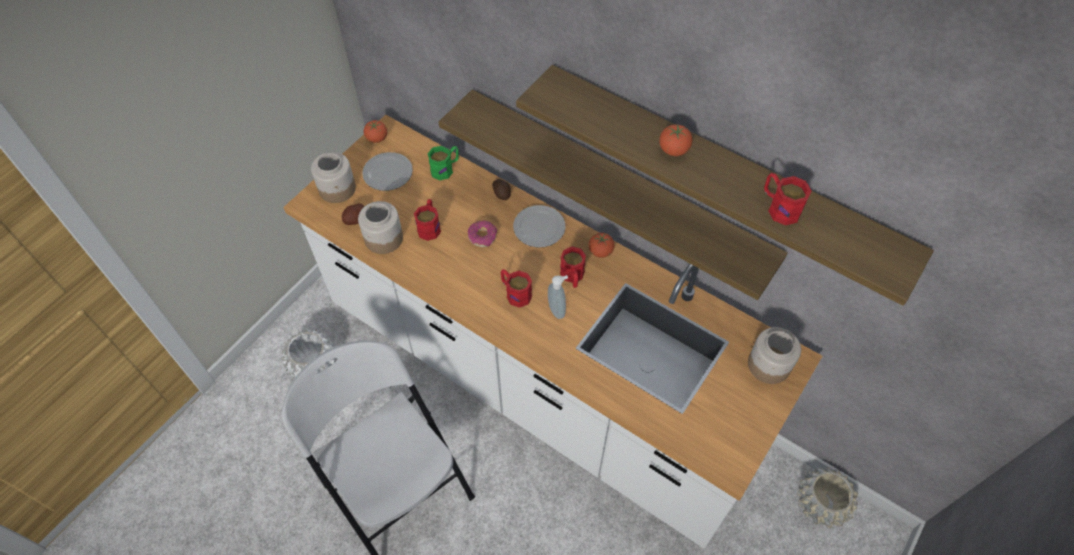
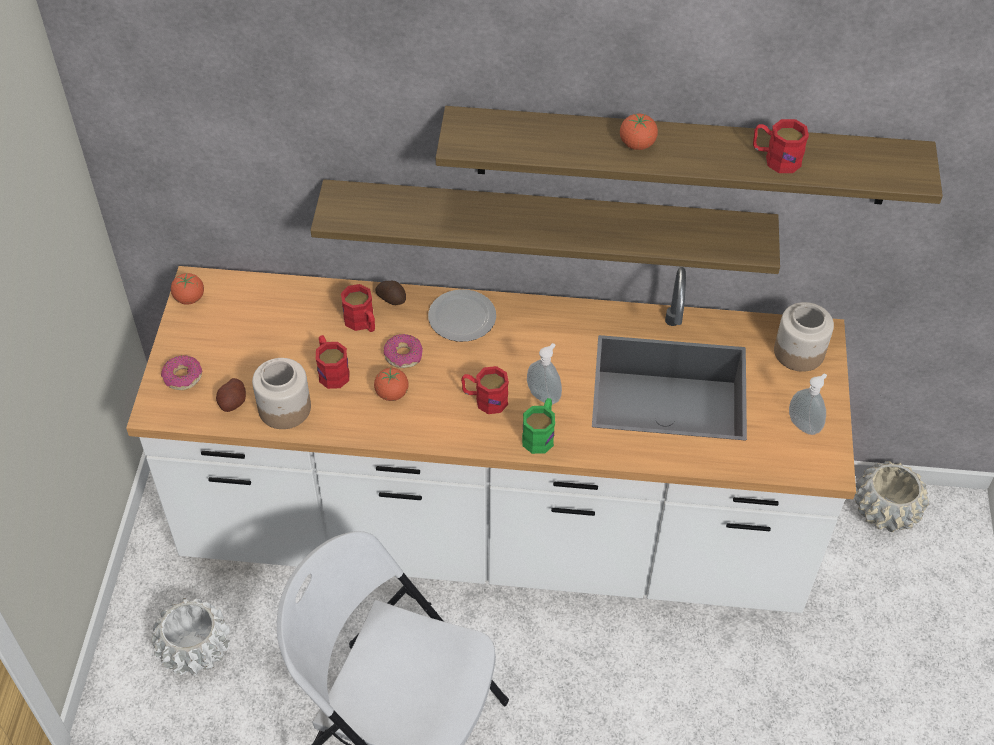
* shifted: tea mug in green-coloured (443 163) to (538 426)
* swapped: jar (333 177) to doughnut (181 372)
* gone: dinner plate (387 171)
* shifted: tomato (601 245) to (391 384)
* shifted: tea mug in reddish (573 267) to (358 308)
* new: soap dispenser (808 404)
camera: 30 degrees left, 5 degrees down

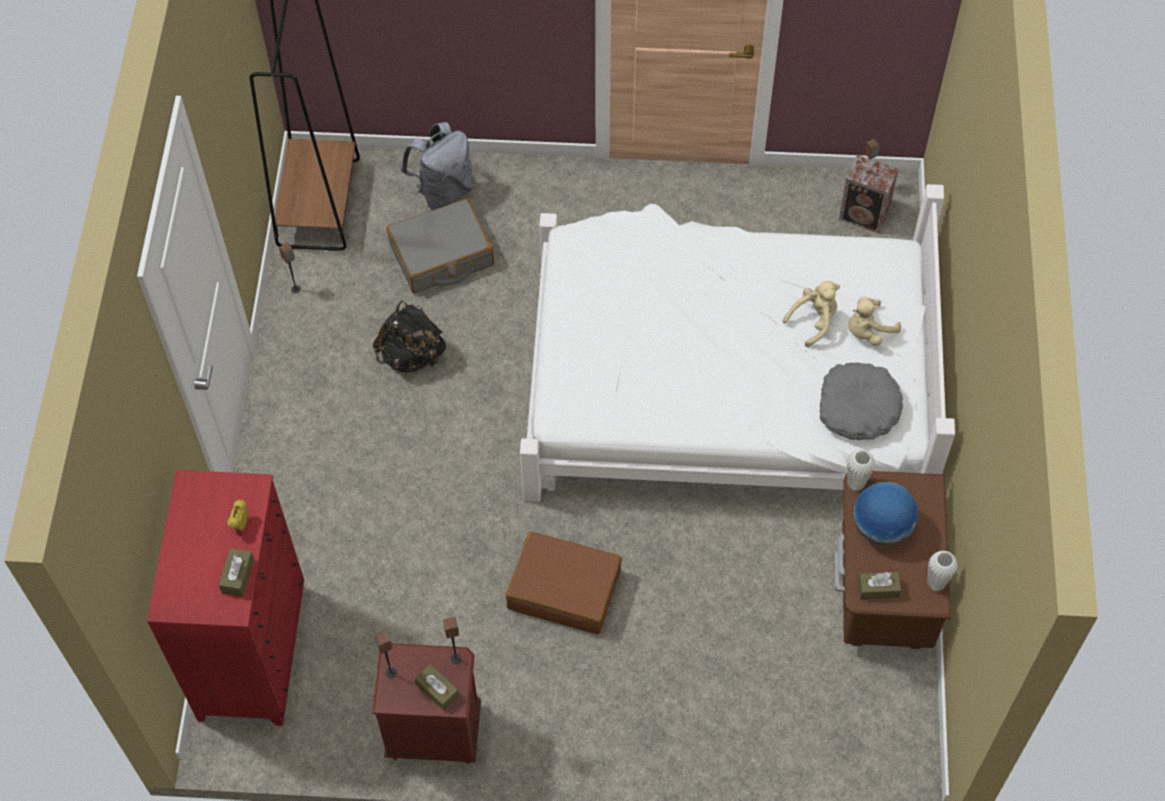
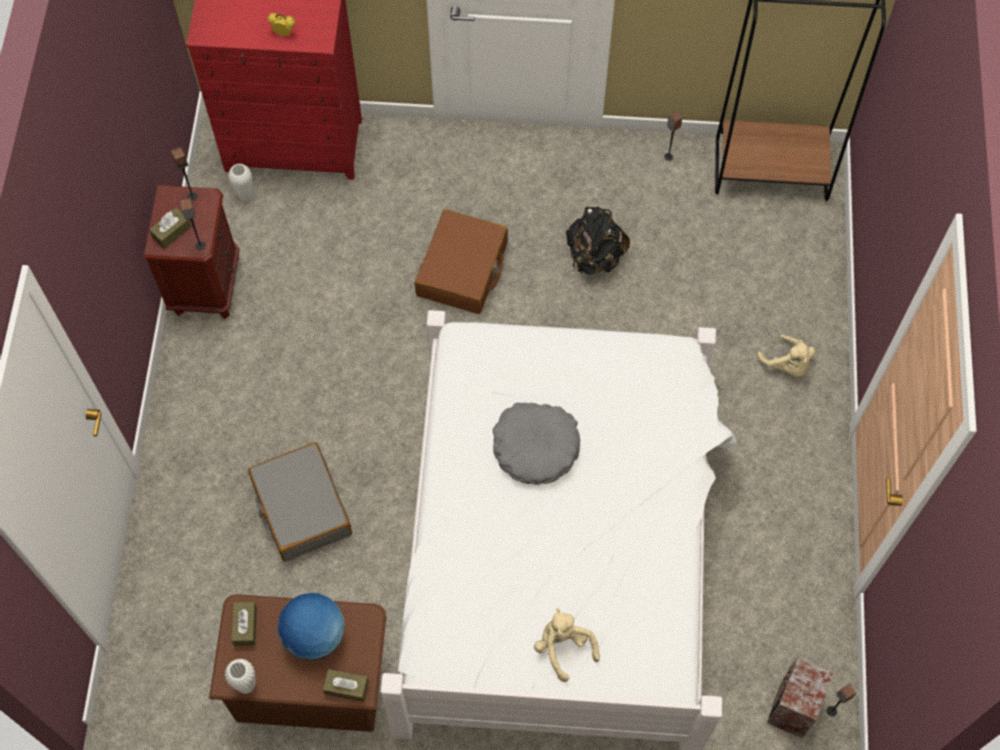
* gone: knapsack in grey (437 166)
* shifted: travel case in grey (440 246) to (300 502)
* shifted: cuddly toy in beige-coloured (811 314) to (786 356)
* shifted: throw pillow in grey (861 401) to (536 443)
* shifted: flower vase in white (861 470) to (240 182)
* shifted: travel case in brown (564 583) to (461 261)
* shifted: tissue holder in brown (236 572) to (346 685)
camera: 90 degrees right, 5 degrees up

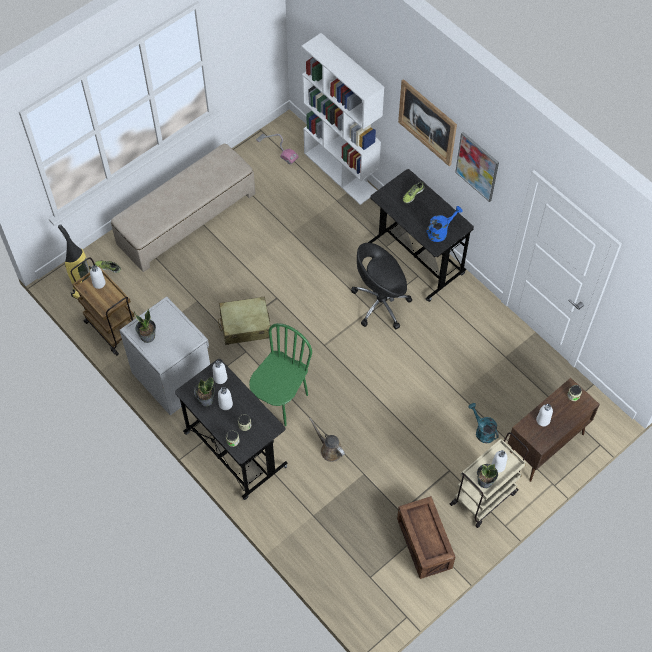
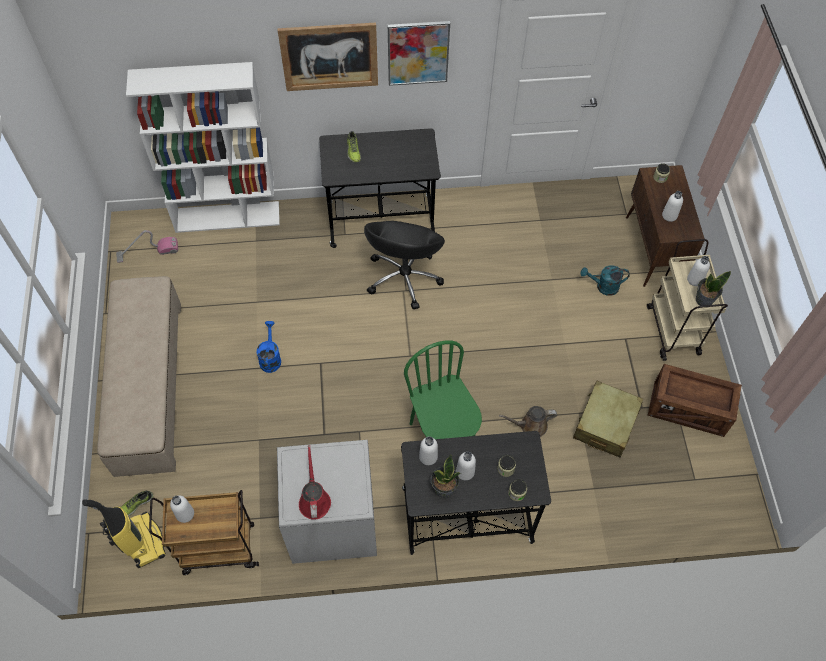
* shifted: watering pot in bluish (444 224) to (268 347)
* shifted: travel case in beige-coloured (244 321) to (608 419)
* swapped: potted plant (145 325) to watering pot in reddish (315 482)
camera: 55 degrees left, 0 degrees up

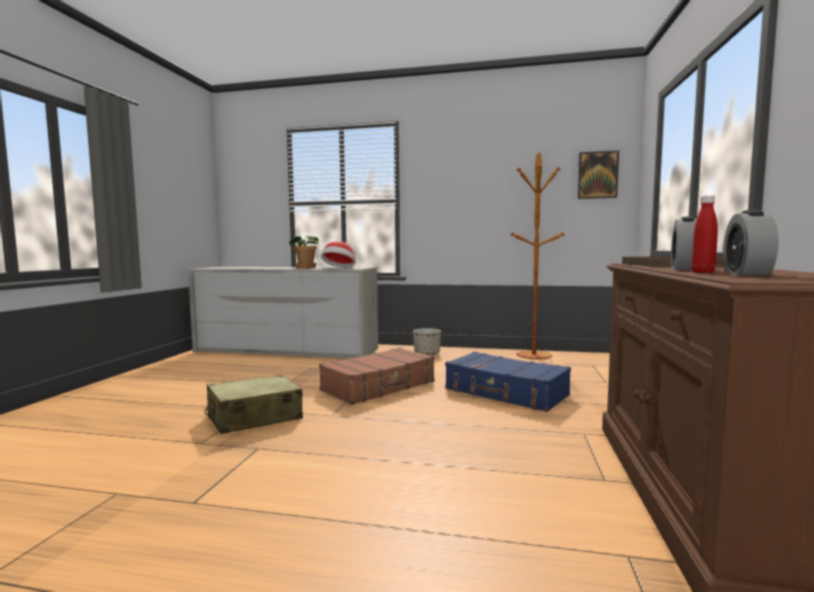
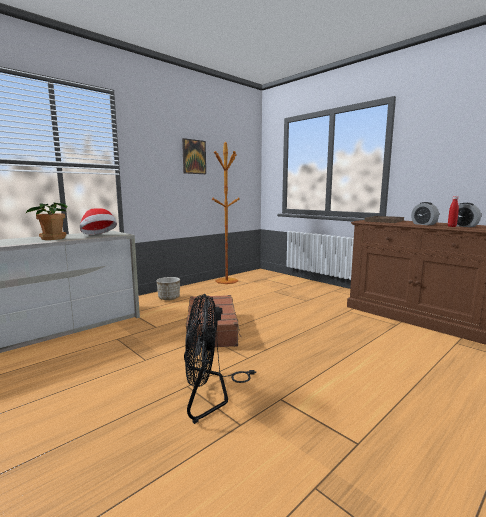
* shifted: wall picture (598 175) to (194 156)
* gone: travel case in bluish (508 382)
* swapped: travel case in beige-coloured (253 404) to cooling fan in blackish (220 359)
camera: 55 degrees left, 5 degrees up

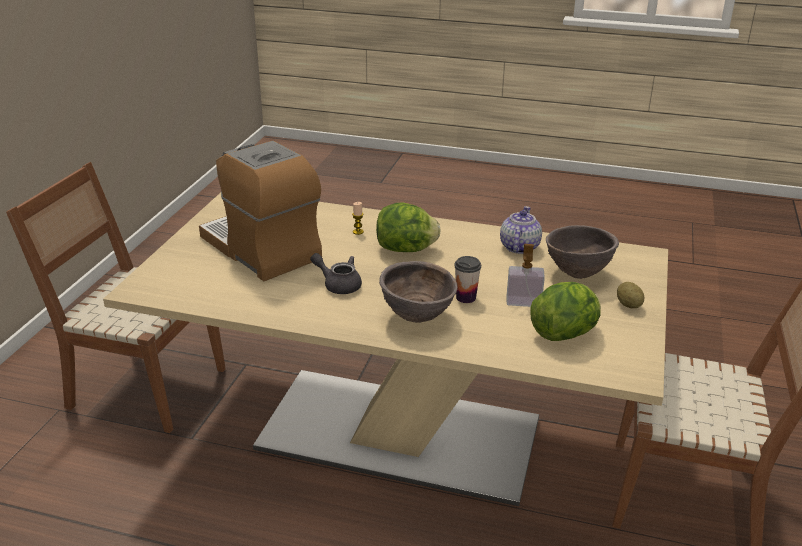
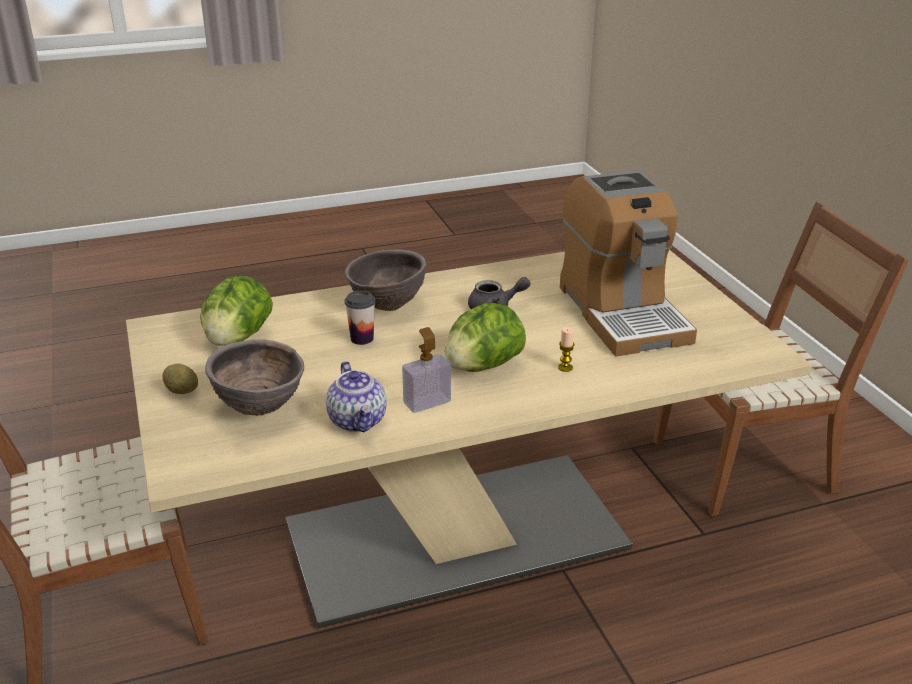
* rotated: coffee brewer (260 211) = (628 263) 60 degrees clockwise
* shifted: soap dispenser (526 275) to (426 370)
camera: 145 degrees right, 0 degrees up

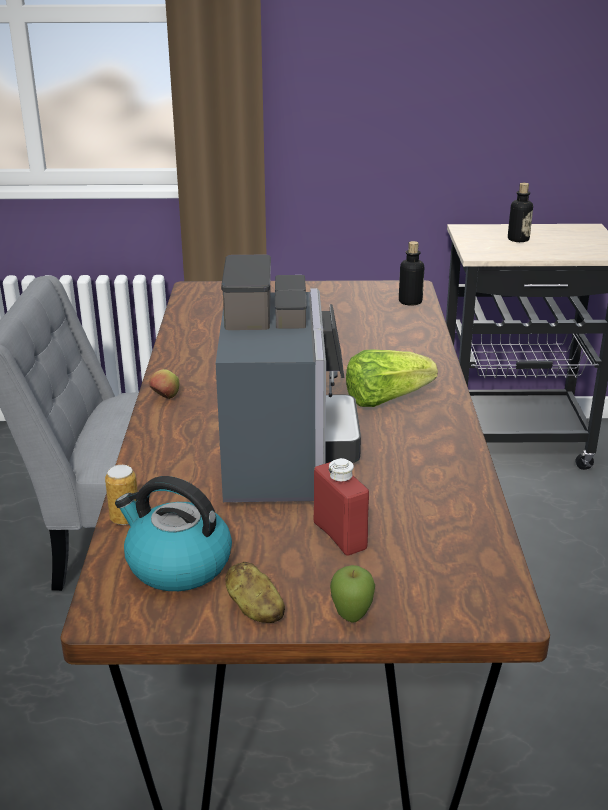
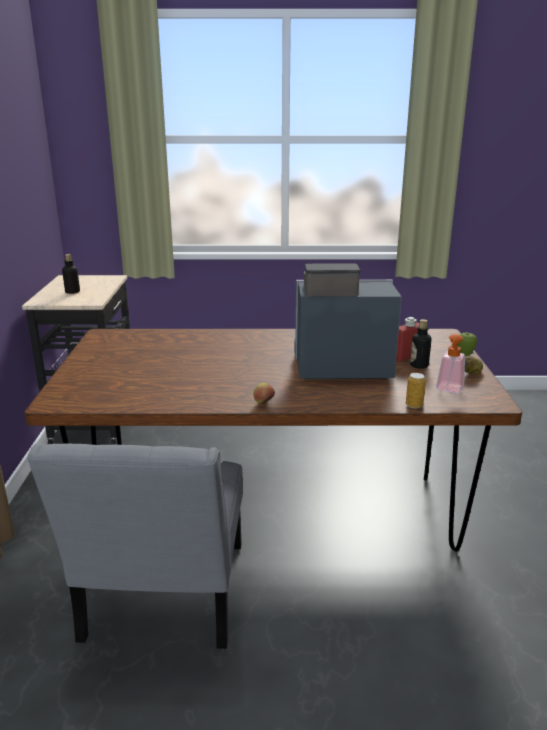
* shifted: bottle (411 273) to (420 344)
* gone: lettuce (392 378)
* swapped: tea kettle (173 533) to soap dispenser (450 363)
camera: 90 degrees left, 5 degrees down

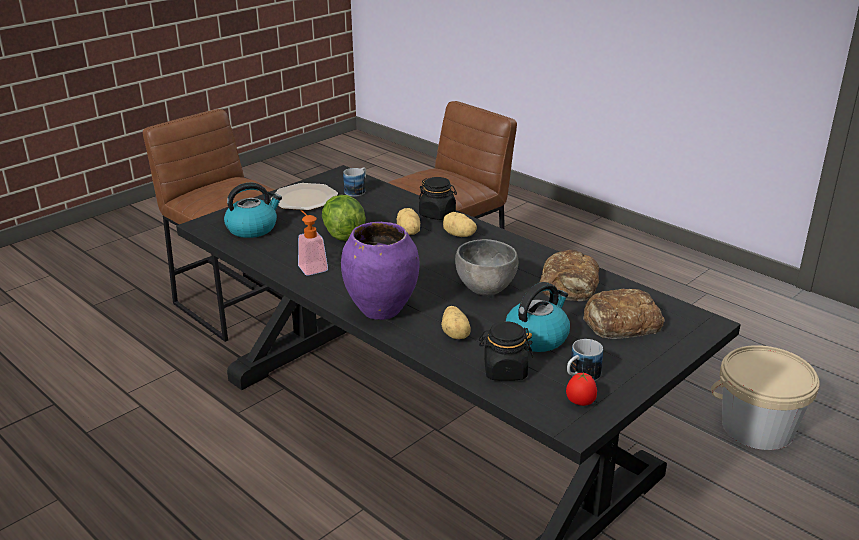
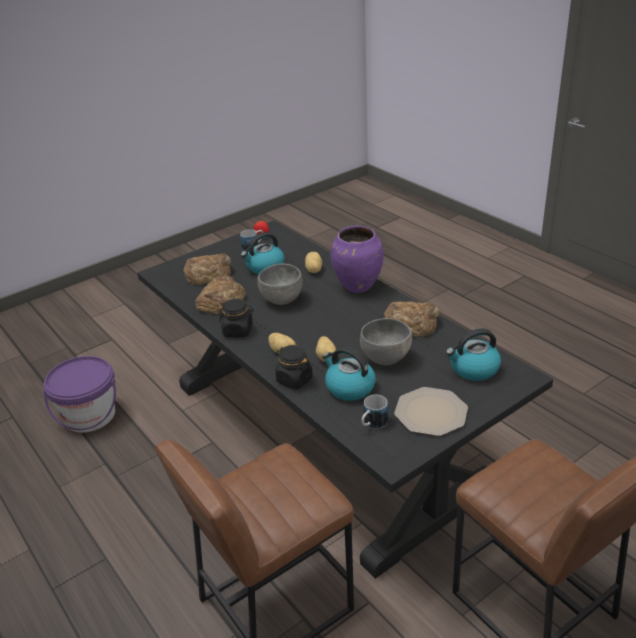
* swapped: lettuce (344 218) to deep dish in grey (386 341)
* swapped: soap dispenser (313 242) to bread (412 319)
* shifted: jar in blackish (506 351) to (236 318)
* repainted: pail in beige-coloured (765 397) to pail in purplish (79 394)
* new: tea kettle (349 374)
camera: 170 degrees left, 5 degrees up

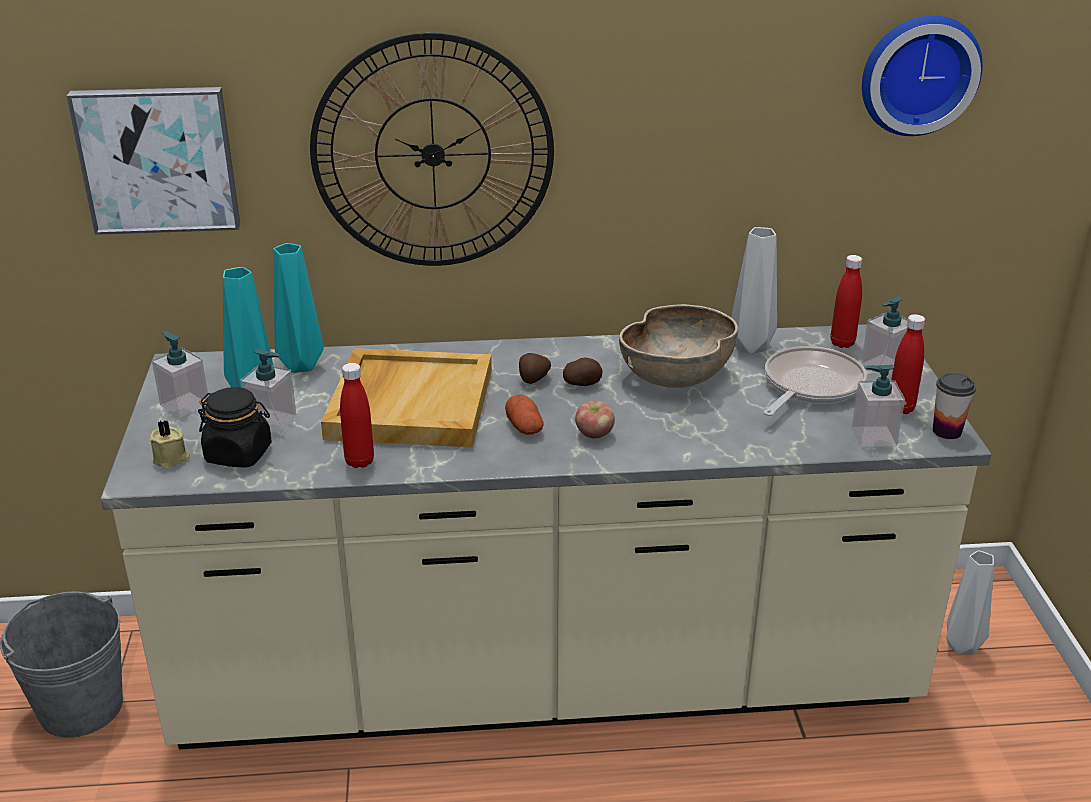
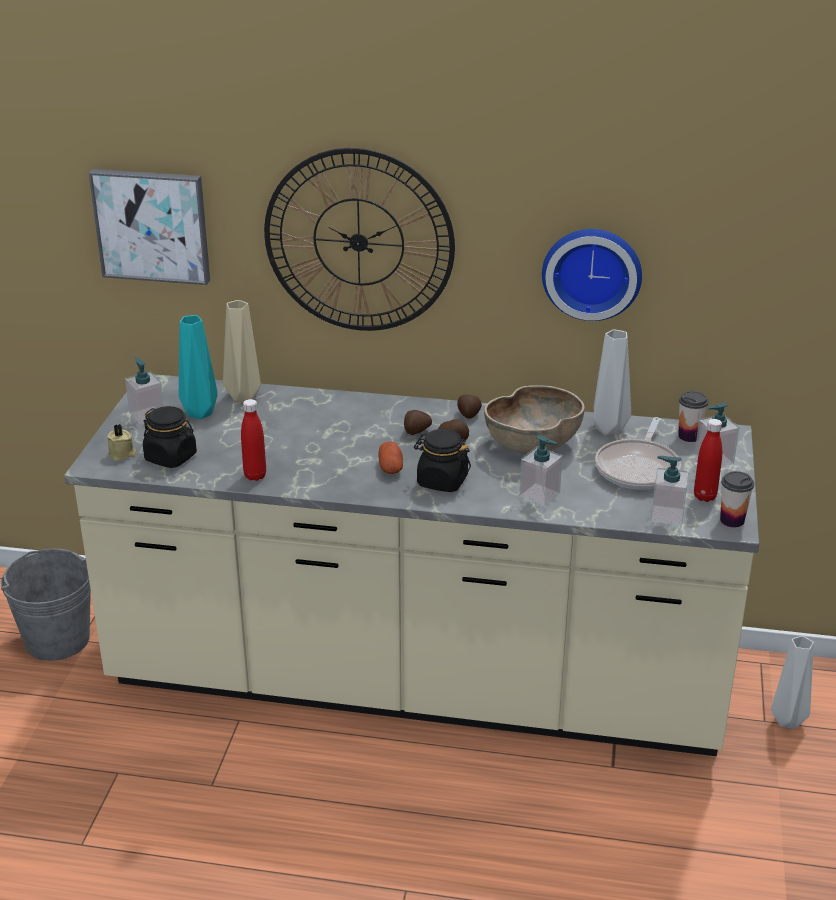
* shifted: clock on the wall (922 75) to (592 275)
* repainted: flower vase in blue-green (298 308) to flower vase in beige-coloured (242 351)
* swapped: bottle in reddish (846 301) to small cup (693 416)
* rotated: frying pan (815 381) = (638 453) 150 degrees clockwise
* gone: tray in beige-coloured (406 397)
* shifted: soap dispenser (268 391) to (540 470)
* swapped: whole apple (595 420) to jar in blackish (442 460)
* new: spud (469 406)
camera: 15 degrees right, 0 degrees up

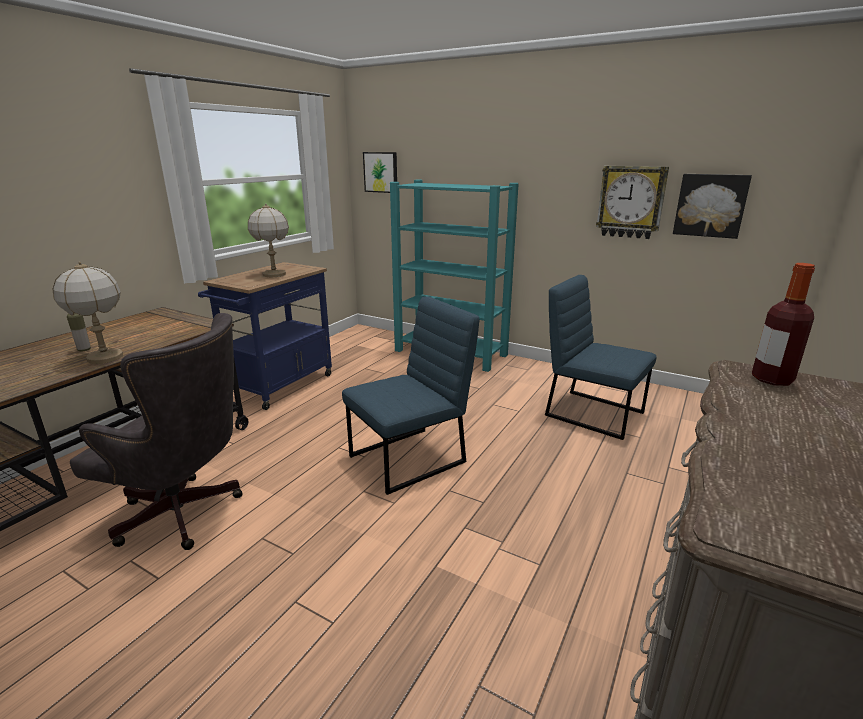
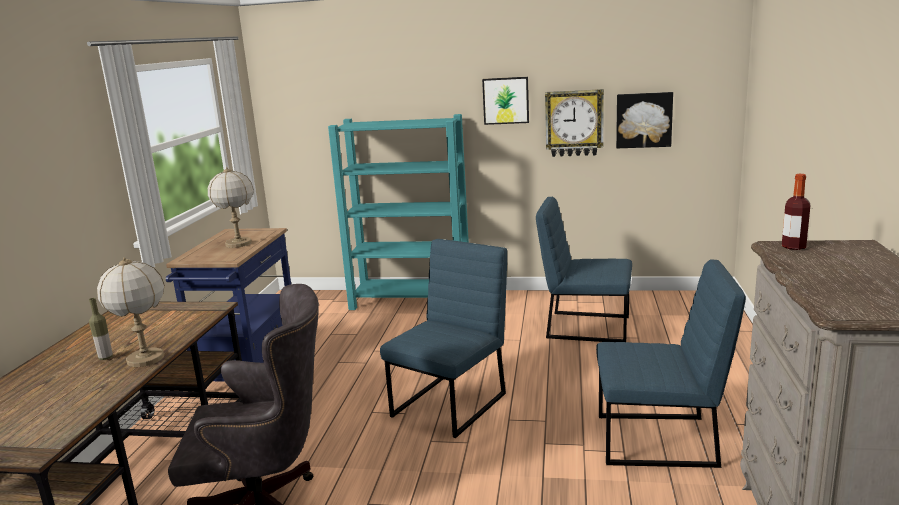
* shifted: wall picture (380 172) to (505 101)
* new: plain chair in bluish (671 363)
camera: 20 degrees left, 5 degrees down

